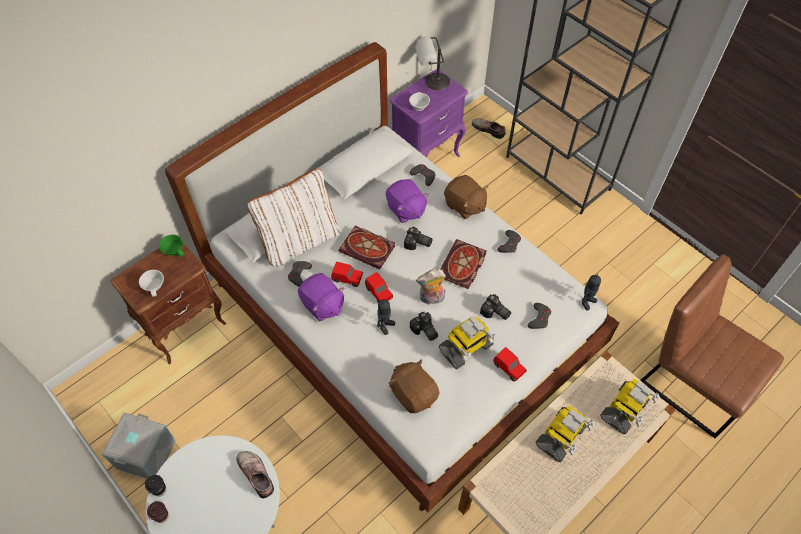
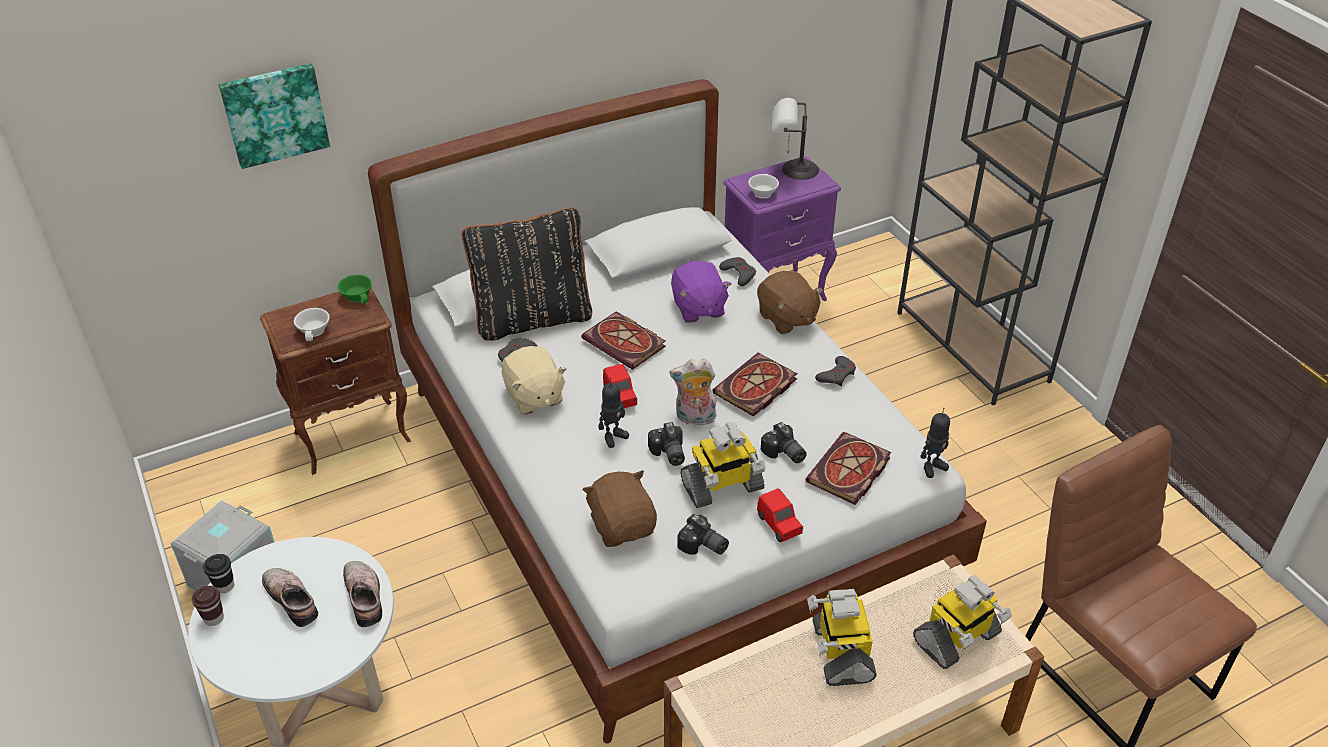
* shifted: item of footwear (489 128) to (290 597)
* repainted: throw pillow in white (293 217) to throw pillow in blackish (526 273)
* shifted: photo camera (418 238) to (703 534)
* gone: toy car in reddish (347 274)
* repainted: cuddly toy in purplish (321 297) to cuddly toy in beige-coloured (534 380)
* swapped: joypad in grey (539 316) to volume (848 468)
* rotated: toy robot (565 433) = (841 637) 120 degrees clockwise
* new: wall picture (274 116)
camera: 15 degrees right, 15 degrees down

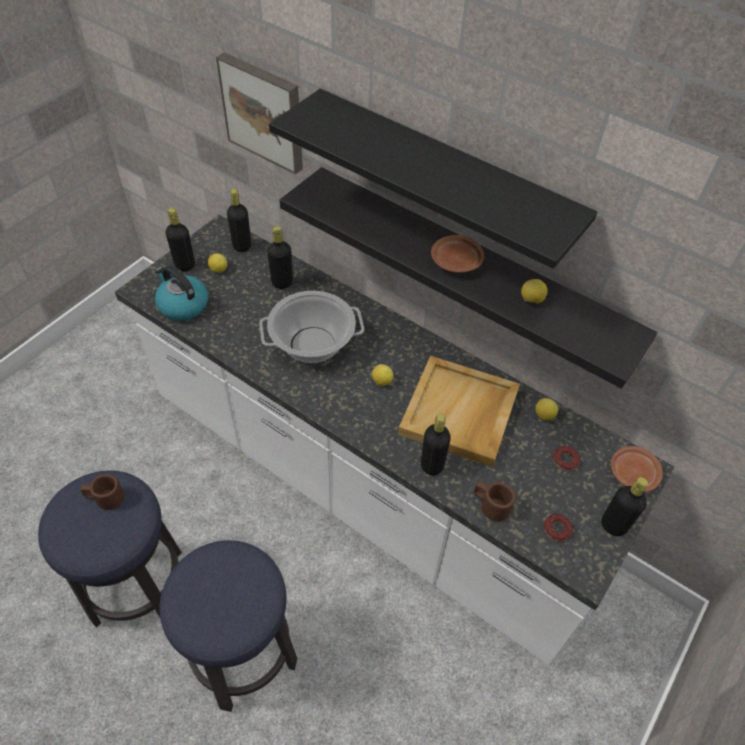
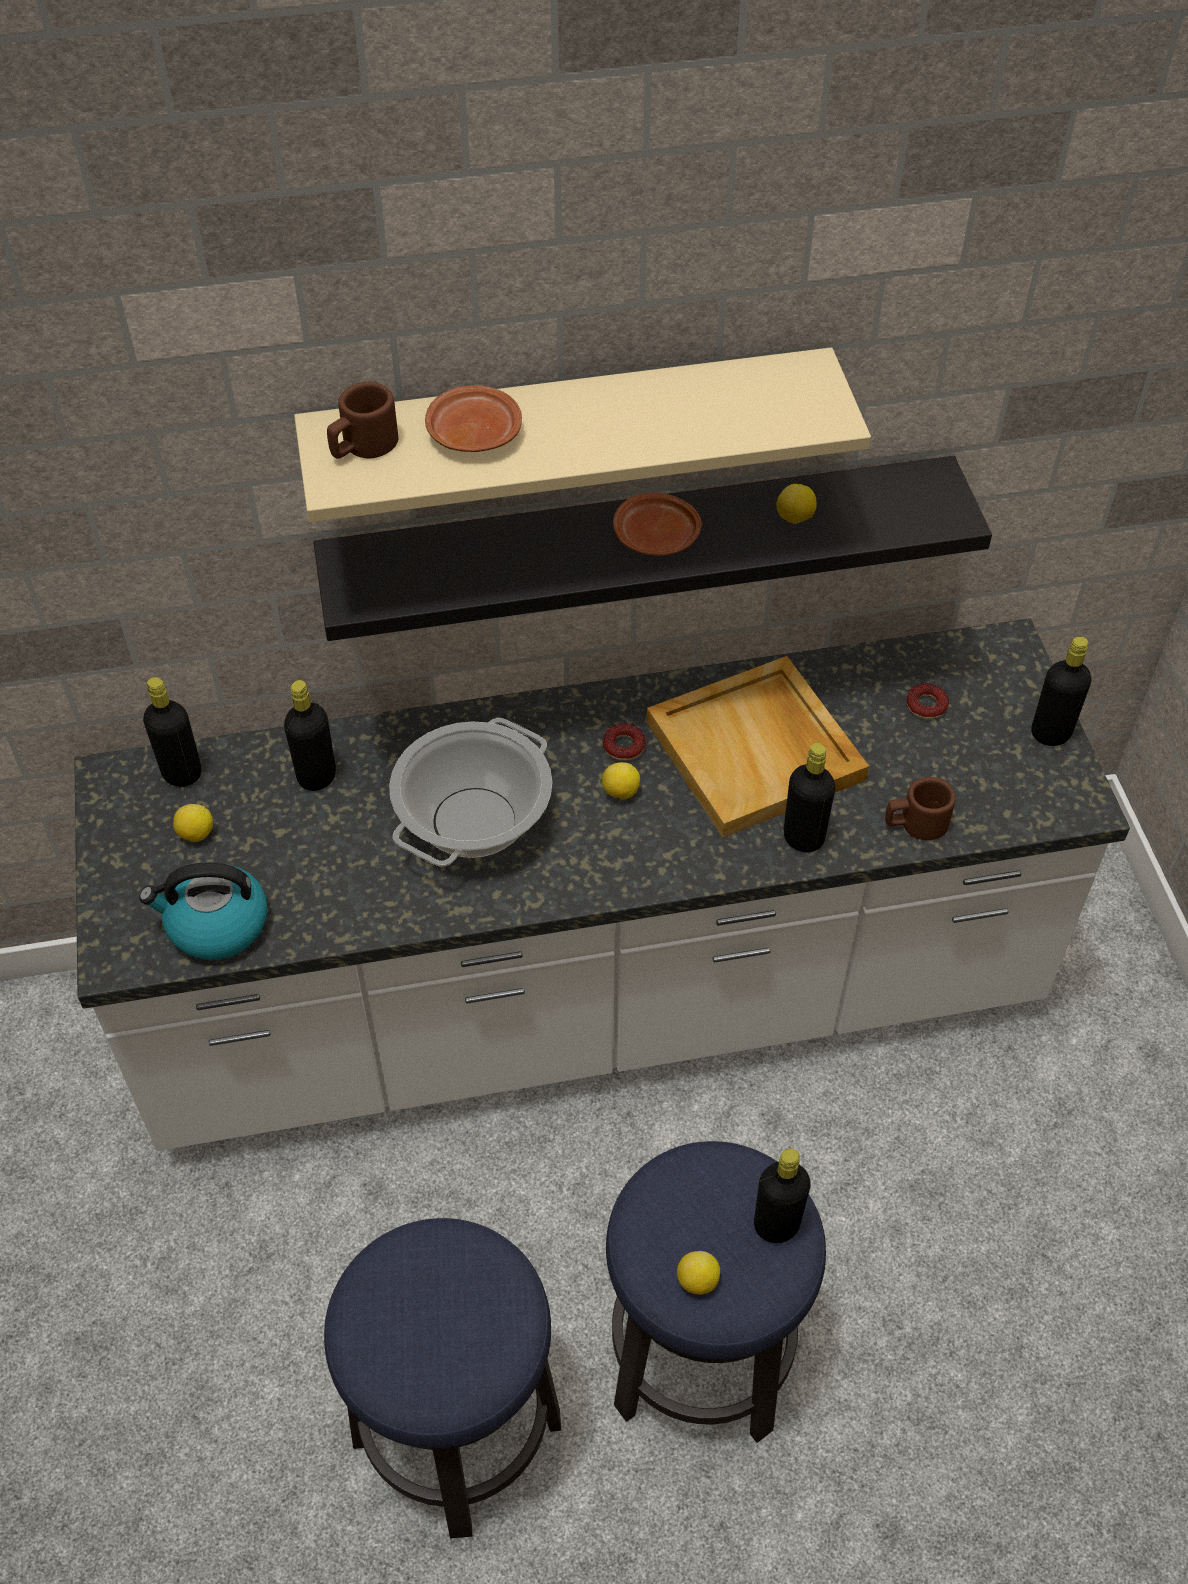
* gone: wall picture (259 113)
* repainted: shelf in blackish (433 179) to shelf in beige-coloured (582 434)
* shifted: bottle in blackish (180 239) to (782 1196)
* shifted: citrus fruit (546 409) to (698 1273)
* shifted: dinner plate in brown (637 469) to (473 418)
* shifted: tea mug in brown (102 492) to (362 420)
* shifted: doughnut (558 527) to (624 742)
camera: 45 degrees left, 0 degrees up

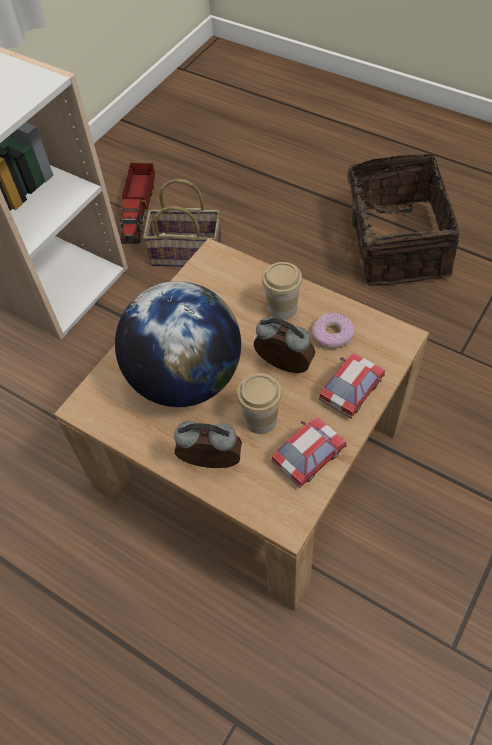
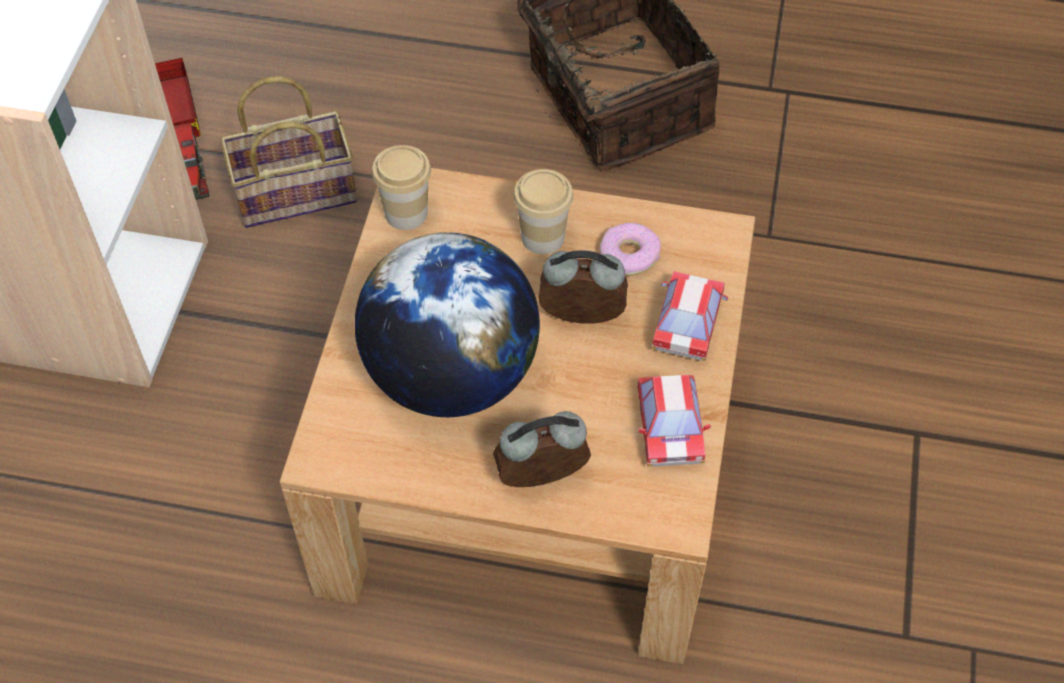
* shifted: small cup (259 403) to (401 187)
* rotated: toy car (309 452) = (674 421) 150 degrees clockwise
camera: 25 degrees left, 0 degrees up

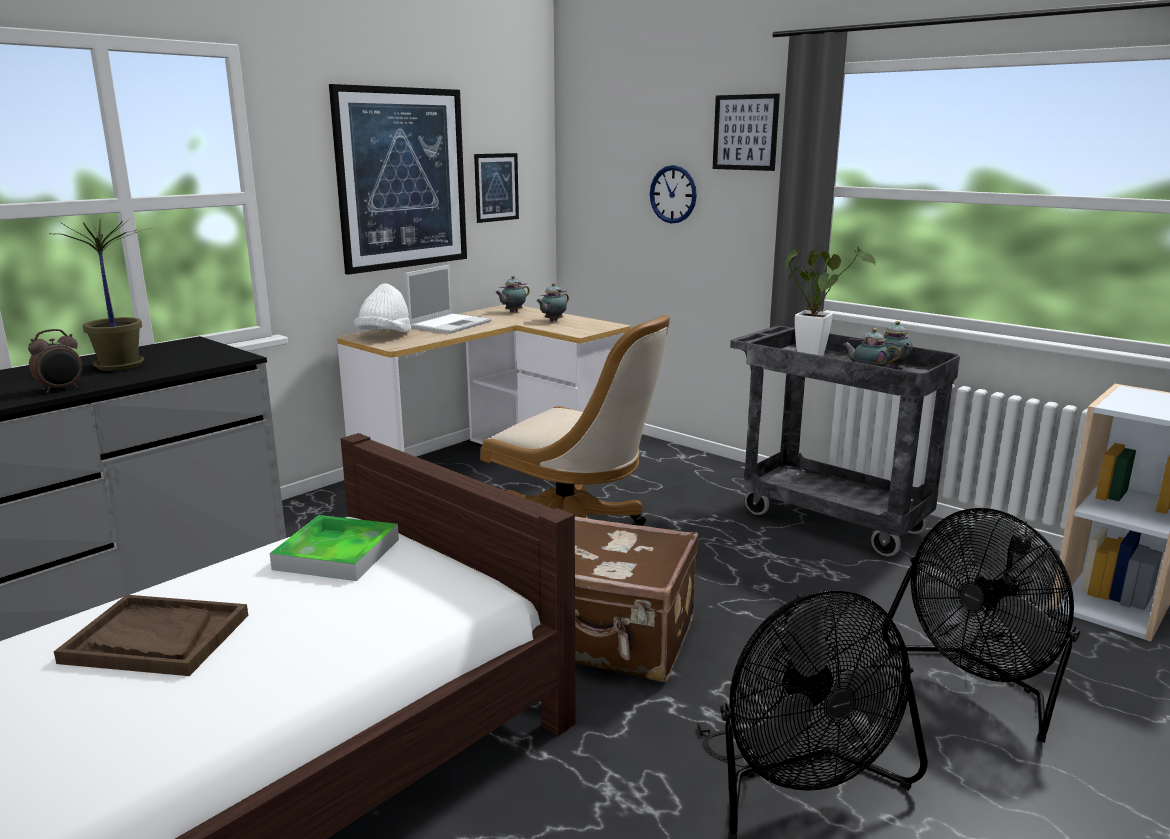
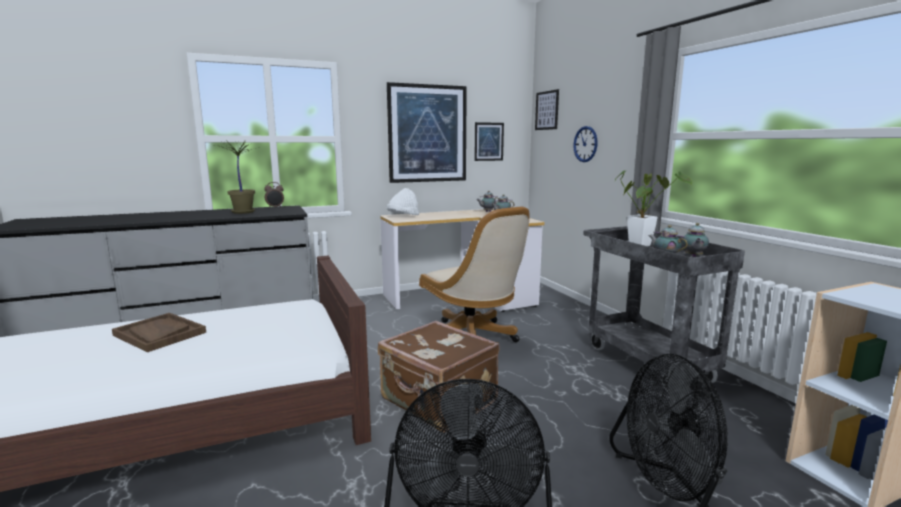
* shifted: wall picture (746 132) to (547 109)
* gone: laptop (448 299)
* shifted: bedside clock (55 361) to (274 195)
* gone: tray (334 548)
camera: 25 degrees right, 5 degrees down

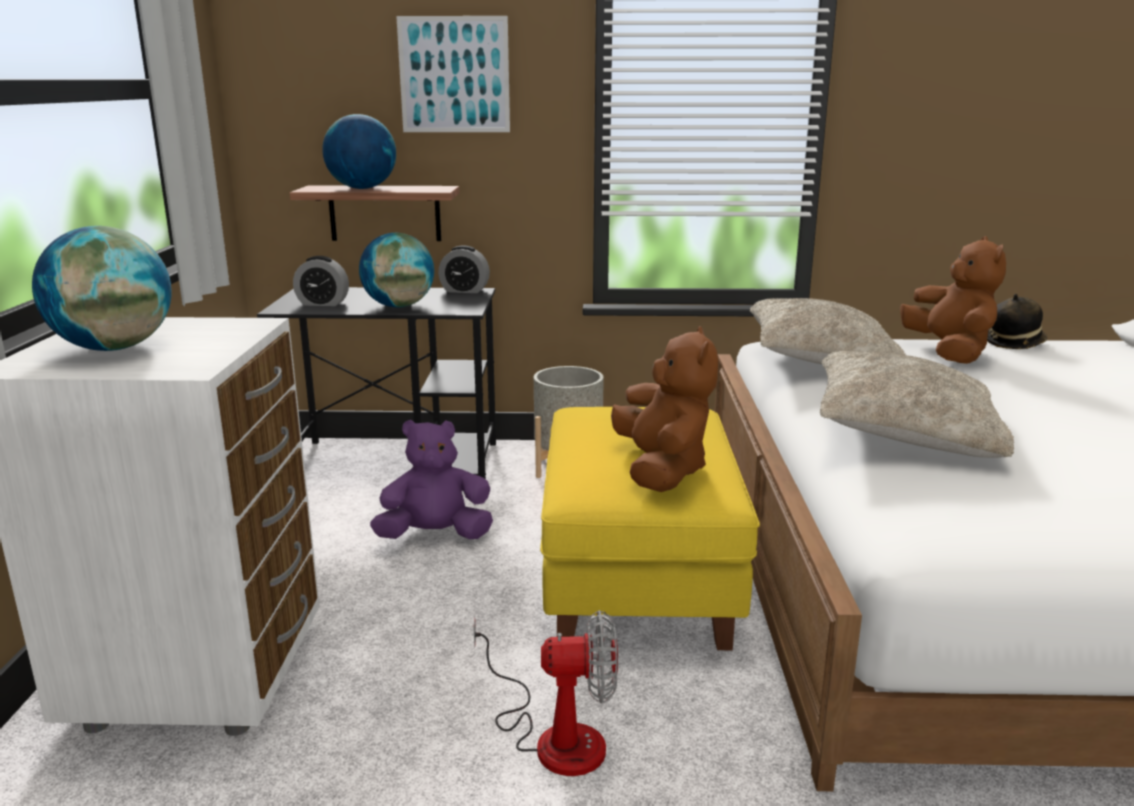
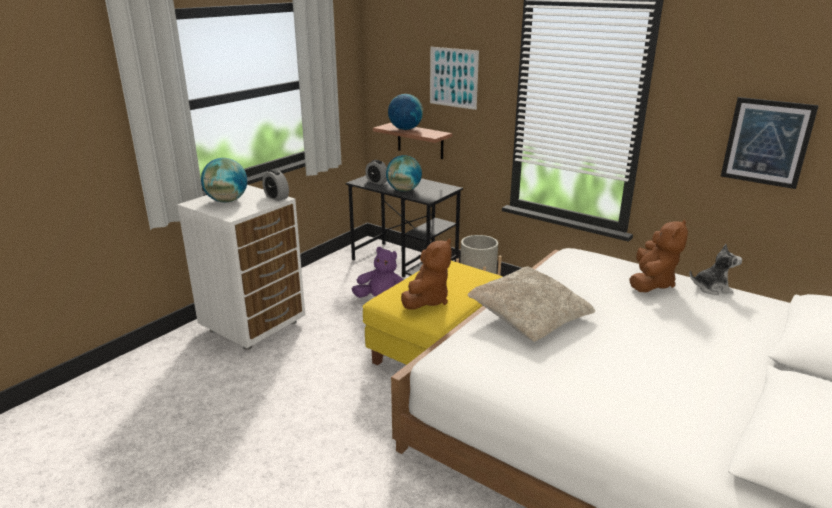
* shifted: bedside clock (464 269) to (275 185)
* swapped: clothing hat (1017 321) to cuddly toy (716 269)
* gone: throw pillow in beige-coloured (827 331)
* gone: cooling fan (545 693)
* new: wall picture (770 143)
camera: 35 degrees right, 5 degrees up

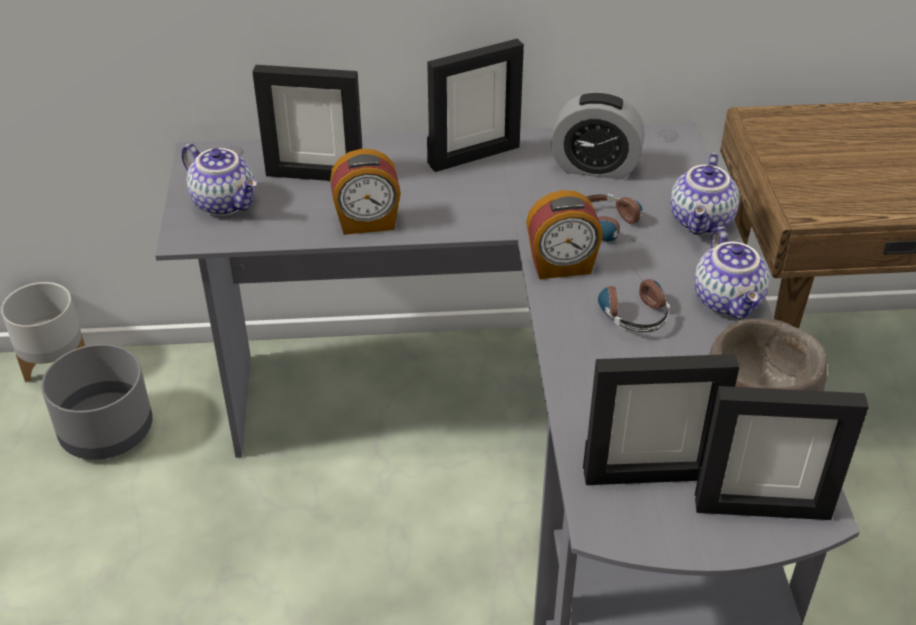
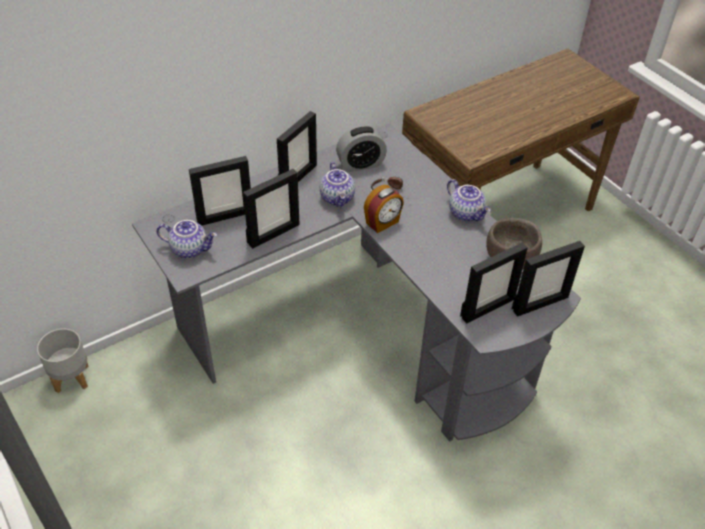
* swapped: bedside clock (365 192) to photo frame (271 209)
* shifted: pot for tea (705 194) to (337 184)
* gone: headset (634 299)
* gone: planter in grey (97 402)
camera: 30 degrees left, 5 degrees up

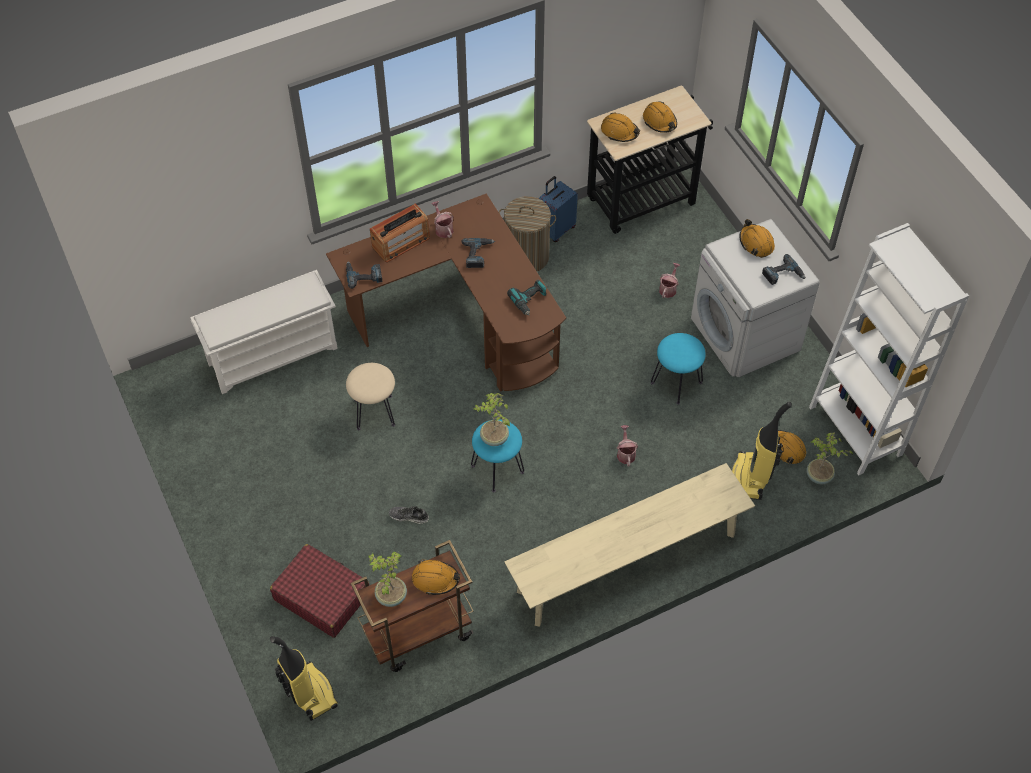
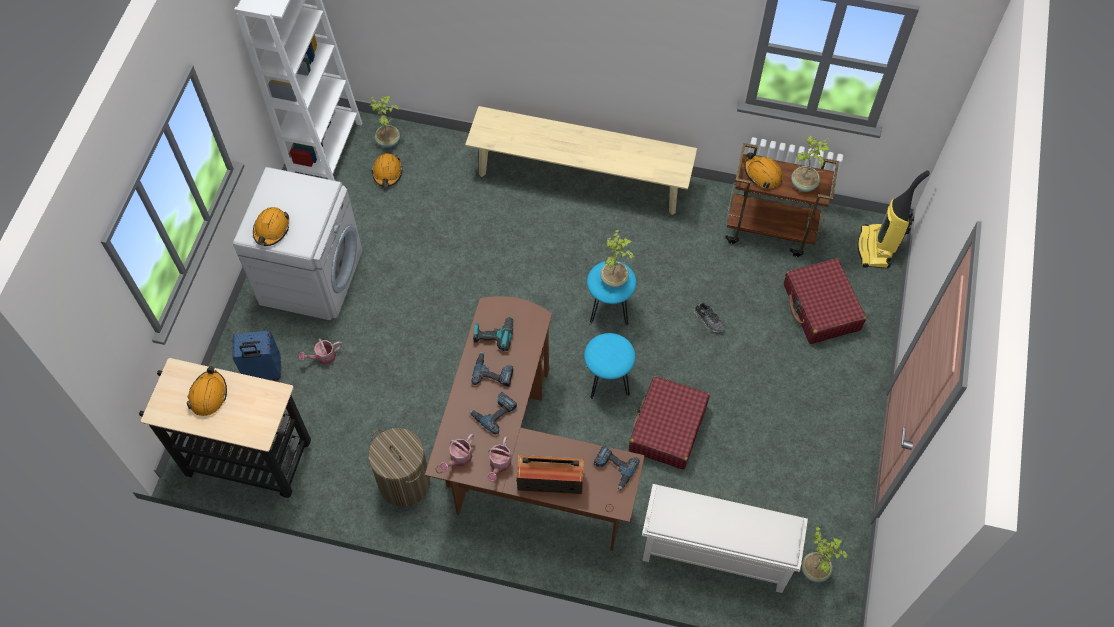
* gone: work helmet in orange-coloured (620 127)
* shifted: travel case in bluish (558 209) to (257 355)
* shifted: electric drill (783 269) to (492 369)
* shifted: stool seat in blue-green (678 368) to (609 366)
* swapped: stool seat in beige-coloured (370 396) to travel case in reddish (669 423)
* gone: vacuum cleaner (762 451)
* shifted: watering pot (627 446) to (456 453)
* new: potted plant (825 555)
camera: 140 degrees left, 5 degrees up

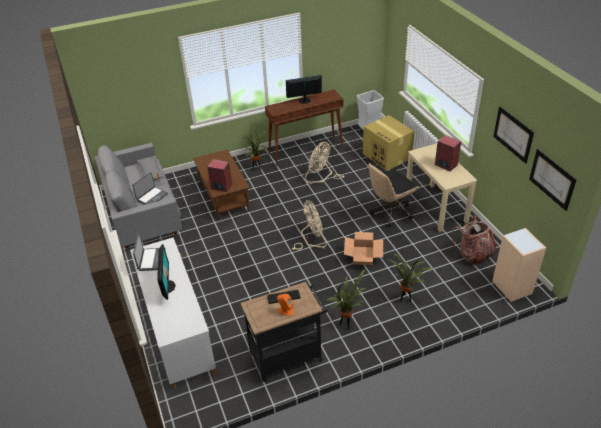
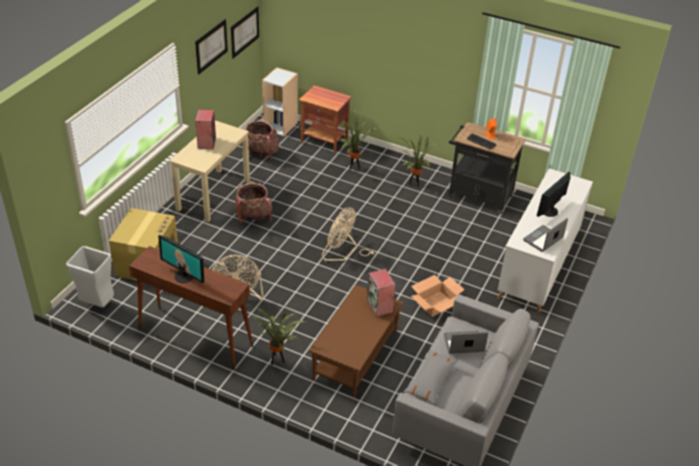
* swapped: office chair in blackish (393 195) to knapsack (253 202)
* shifted: carton (363 248) to (438 296)
* new: bedside table (325 119)
camera: 135 degrees left, 0 degrees up

